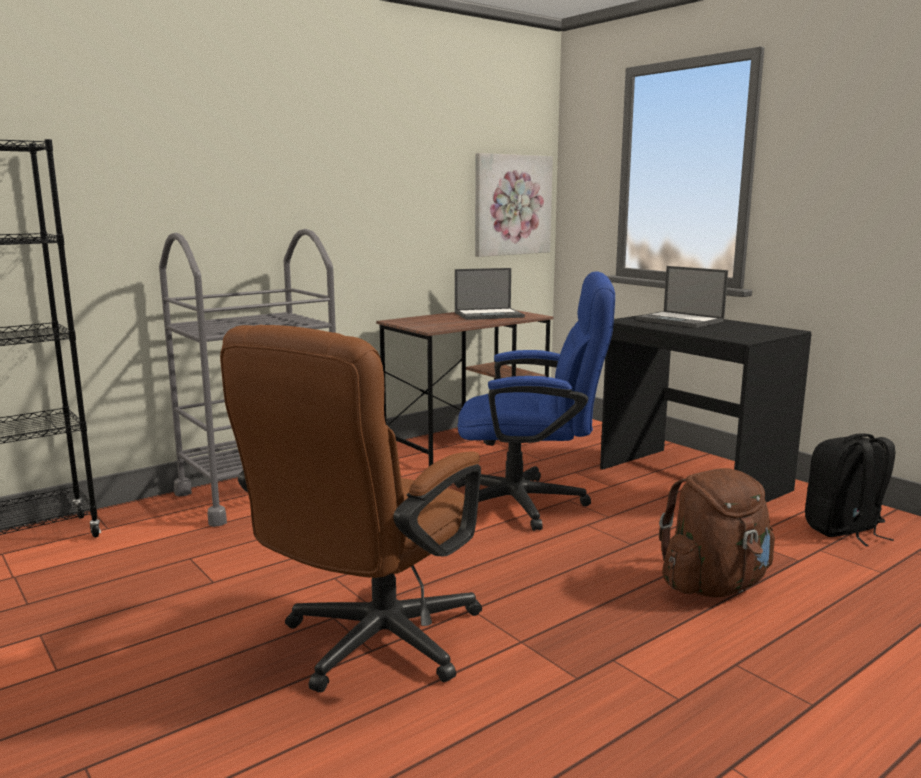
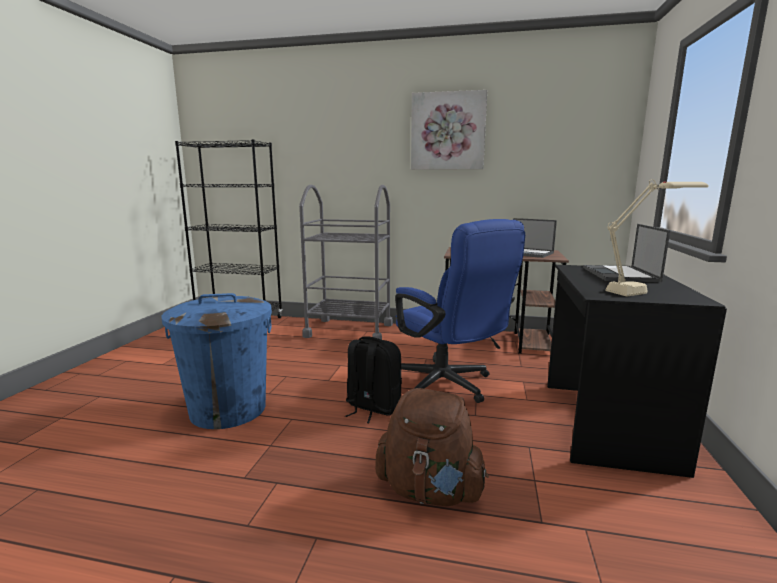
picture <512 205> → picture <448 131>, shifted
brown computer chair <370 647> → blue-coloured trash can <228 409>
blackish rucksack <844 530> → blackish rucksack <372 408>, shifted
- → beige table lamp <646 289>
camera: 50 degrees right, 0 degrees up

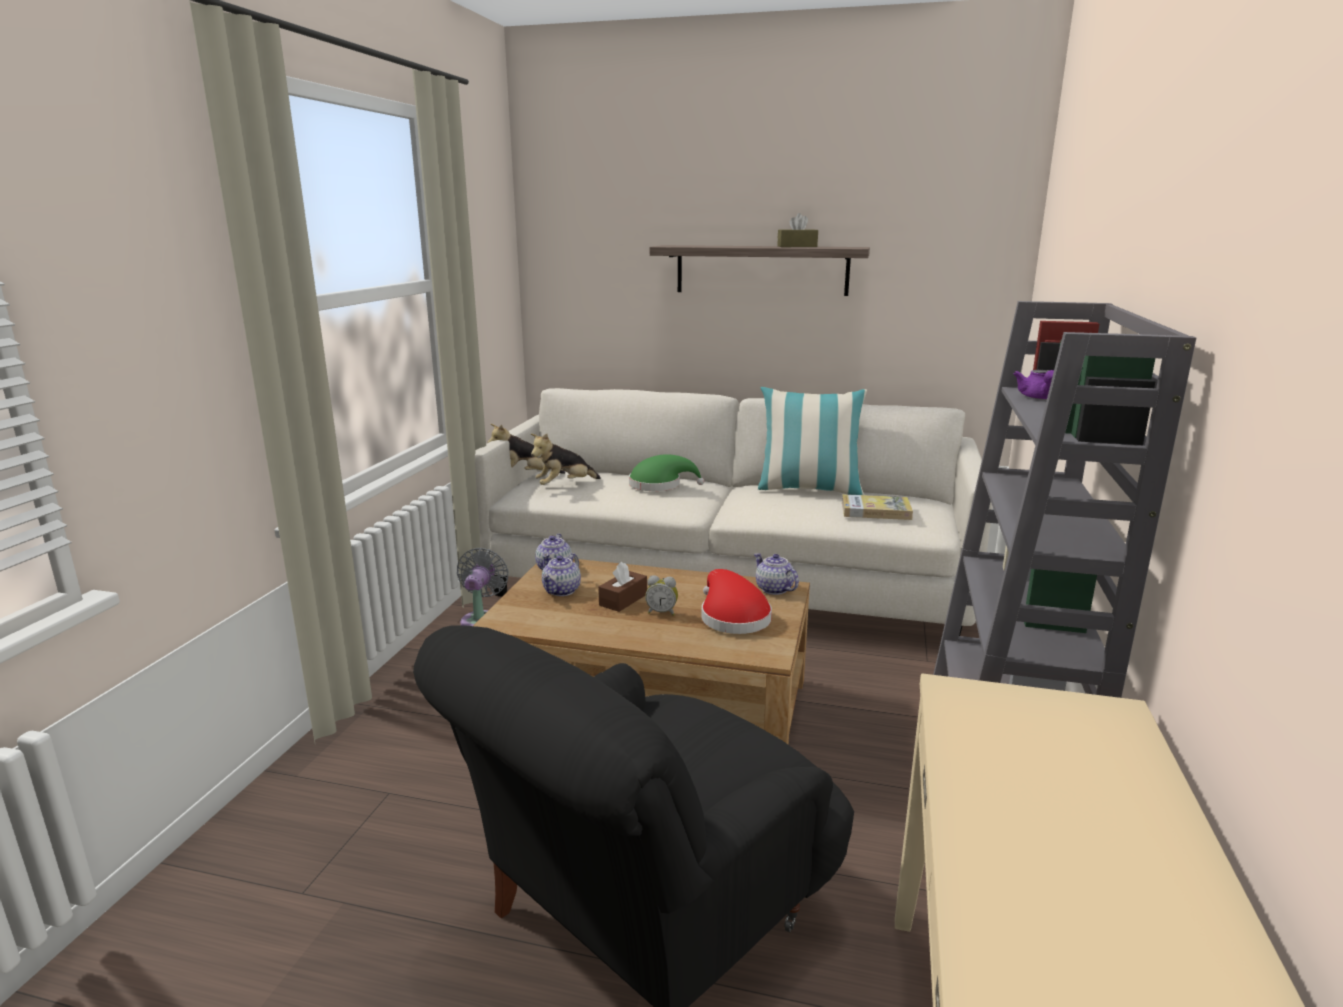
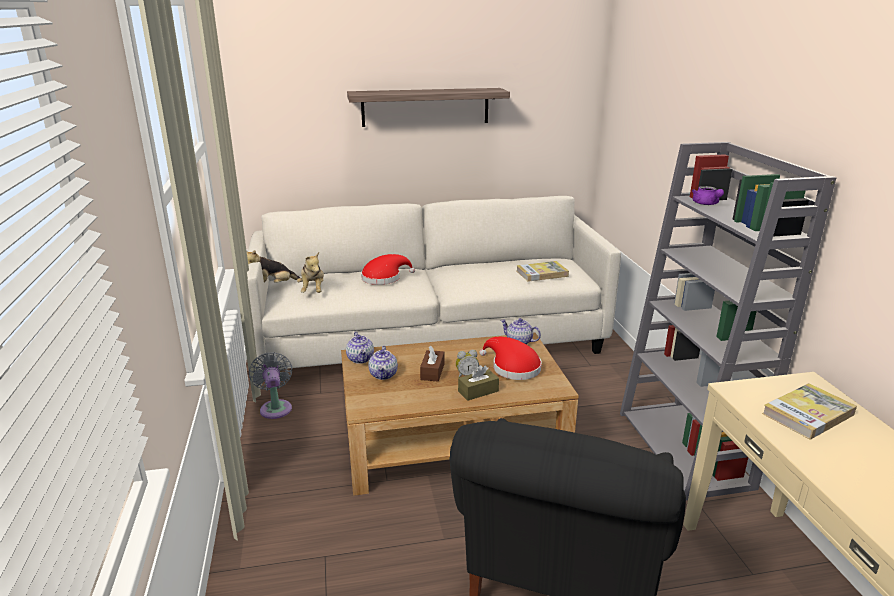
brown tissue holder <797 246> → brown tissue holder <478 391>, shifted
cushion <809 489> → -
soft toy <564 485> → soft toy <313 290>, 45 degrees counterclockwise
greenish hat <659 485> → reddish hat <384 278>
- → book <808 414>
camera: 25 degrees left, 5 degrees up

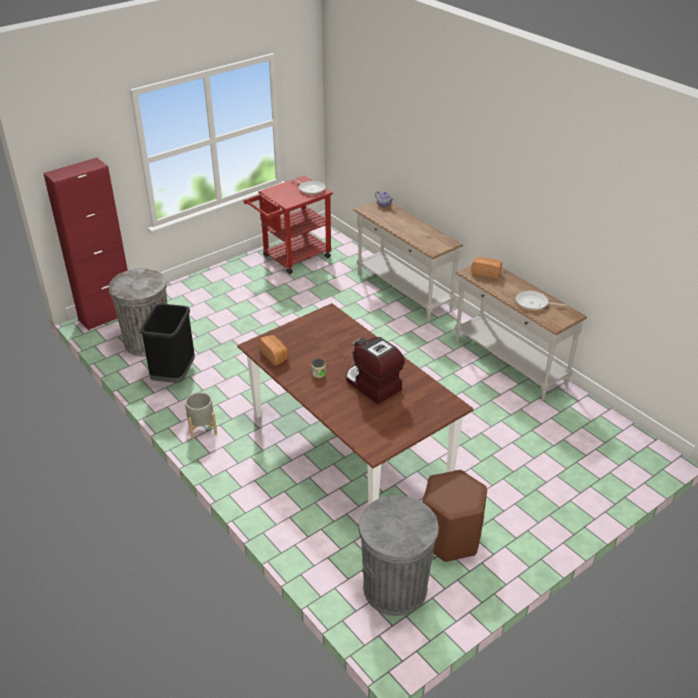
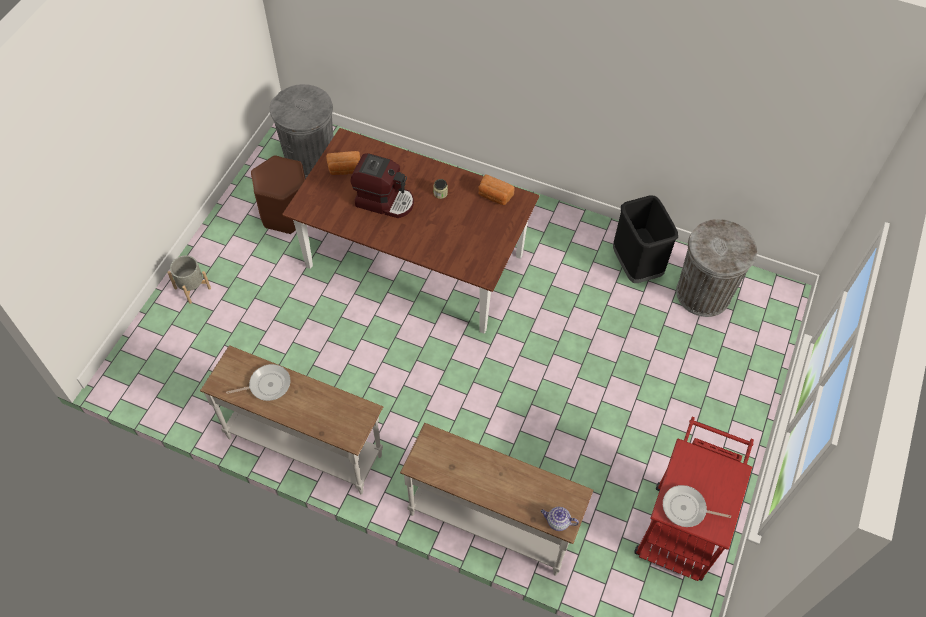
reddish cabinet <107 315> → -
bakery bread <486 273> → bakery bread <344 169>, shifted
greyish plant pot <202 428> → greyish plant pot <192 288>, shifted
camera: 150 degrees right, 20 degrees up

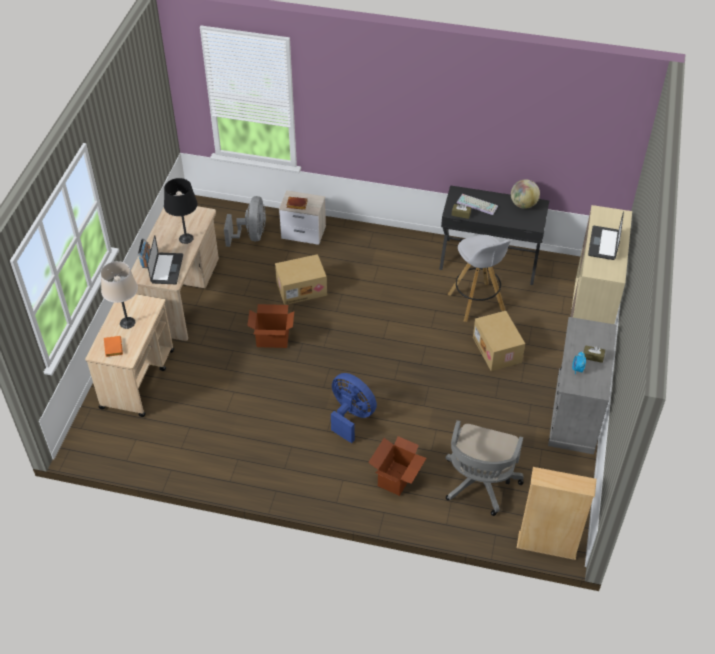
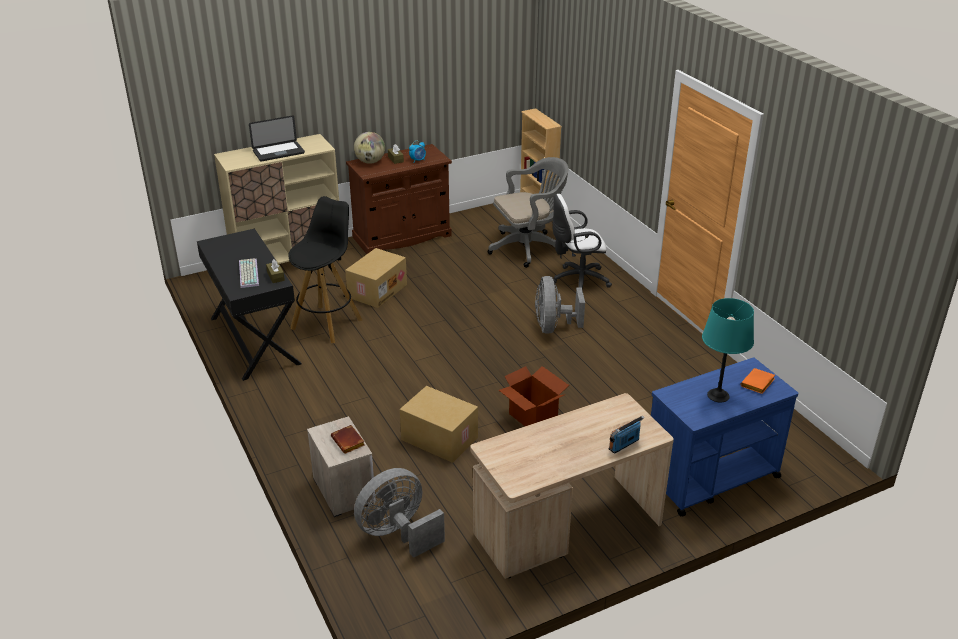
blackish table lamp <186 238> → -
desk globe <523 204> → desk globe <370 162>, shifted
notebook computer <167 269> → -
whitish stool <476 303> → blackish stool <327 323>
beige table lamp <127 323> → turquoise table lamp <718 395>
beige trolley <138 378> → blue-coloured trolley <710 477>
greyish cabinet <575 412> → brown cabinet <402 236>
blue-coloured fan <351 416> → greyish fan <553 327>
packing box <396 478> → whitish computer chair <577 280>
camera: 130 degrees left, 15 degrees down

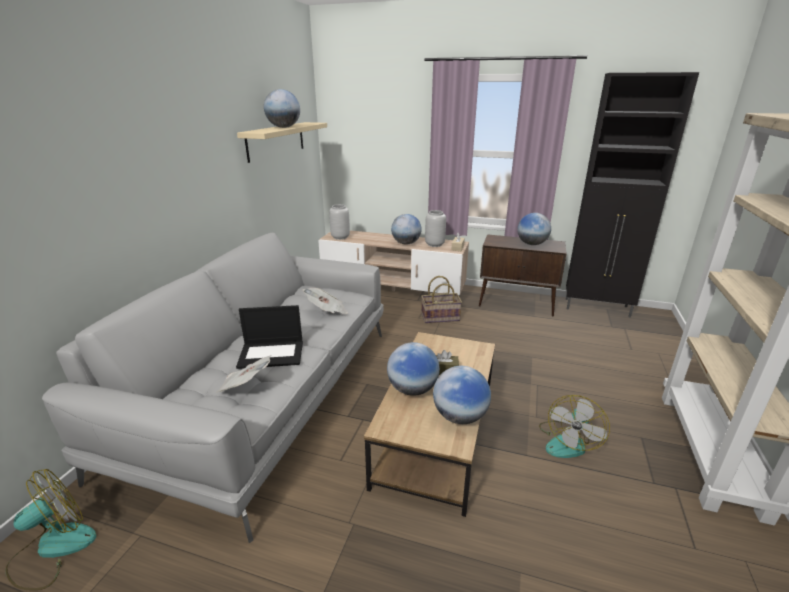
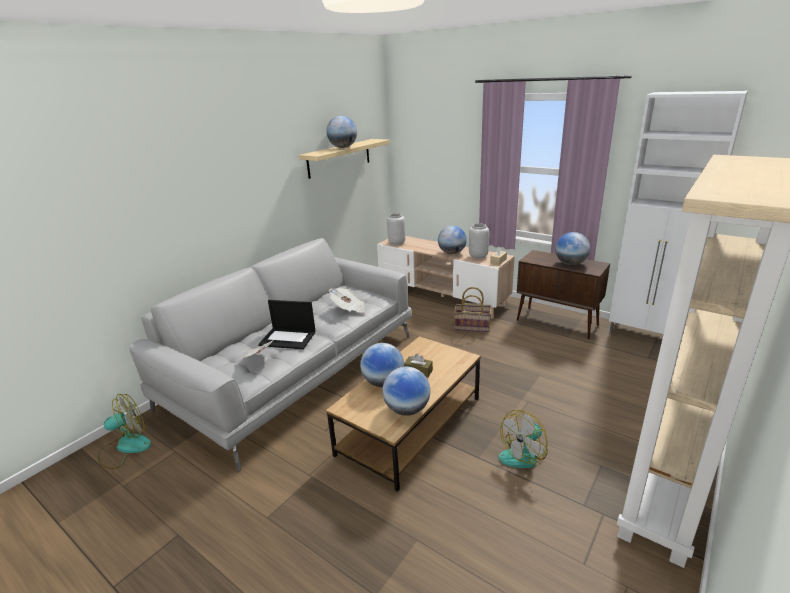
blackish cabinet <598 308> → whitish cabinet <646 336>
camera: 20 degrees right, 0 degrees up

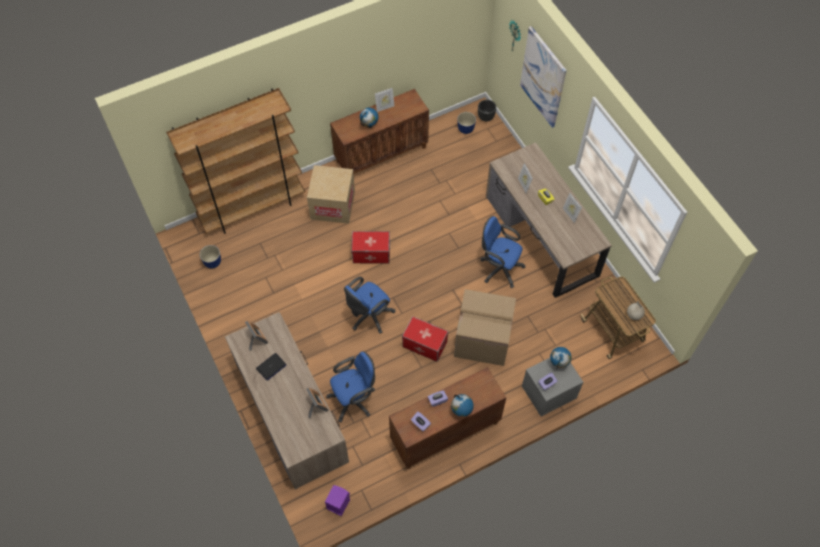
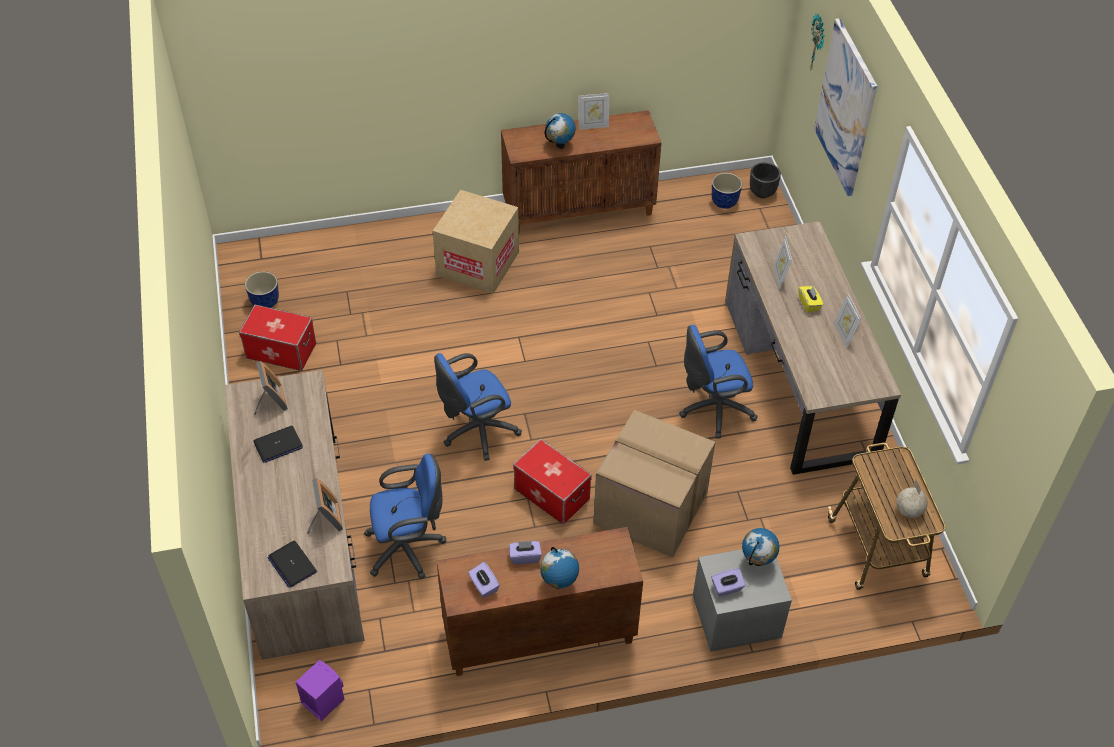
brown bookshelf <252 208> → -
blue-coloured computer chair <499 268> → blue-coloured computer chair <713 409>, 60 degrees counterclockwise
storage bin <371 253> → storage bin <281 350>, shifted
- → notebook computer <292 564>
camera: 15 degrees right, 10 degrees down

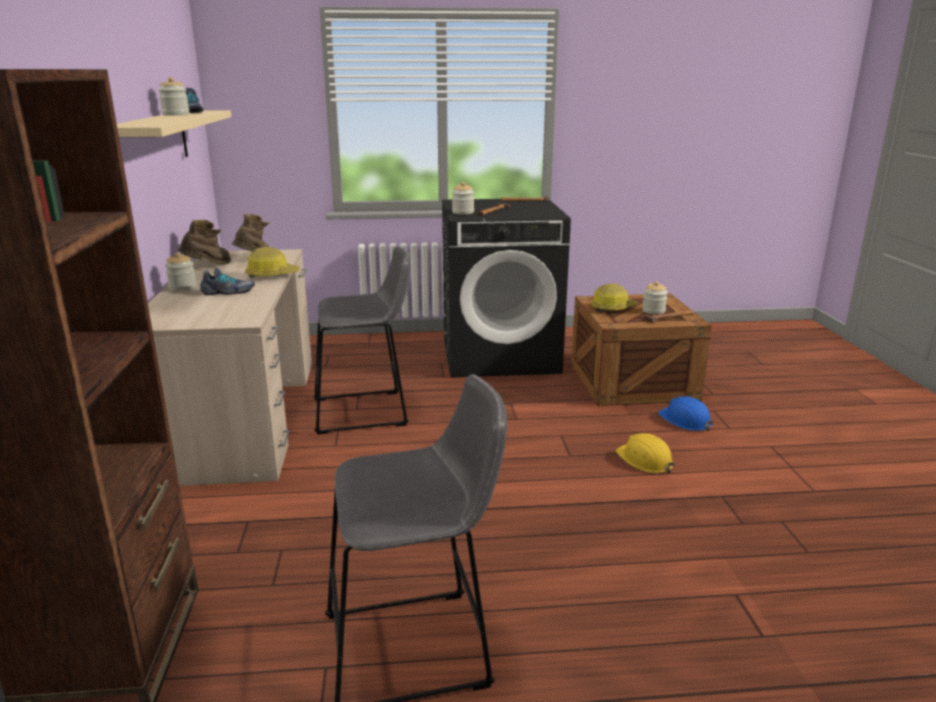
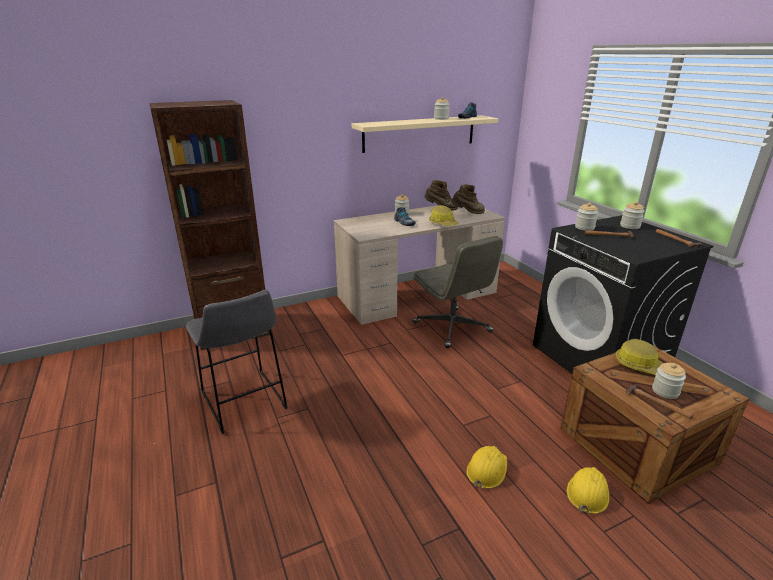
greyish stool <366 412> → greyish computer chair <452 328>
blue-coloured work helmet <685 420> → yellow-coloured work helmet <587 492>
- → jar <630 226>
camera: 70 degrees right, 5 degrees up

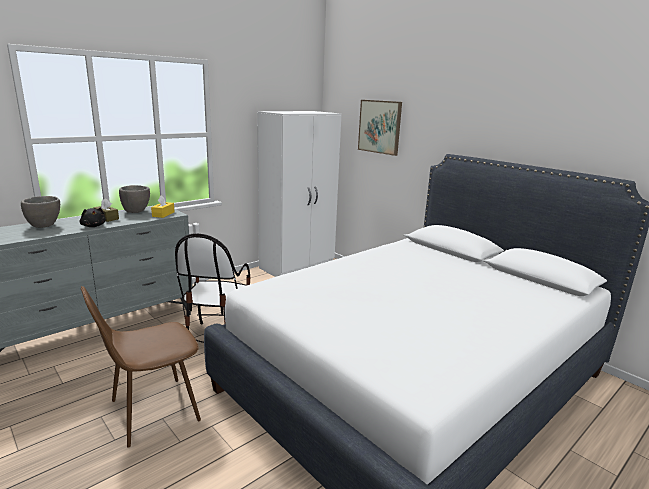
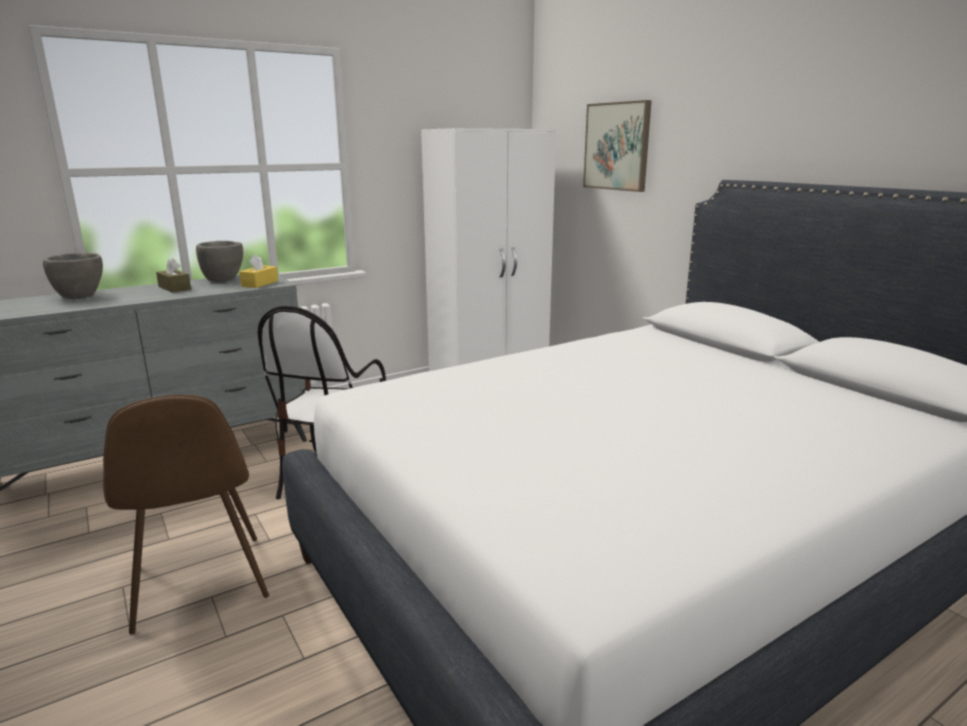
blackish soft toy <93 226> → -
brown upright chair <152 411> → brown upright chair <199 584>, 90 degrees counterclockwise
camera: 10 degrees right, 0 degrees up

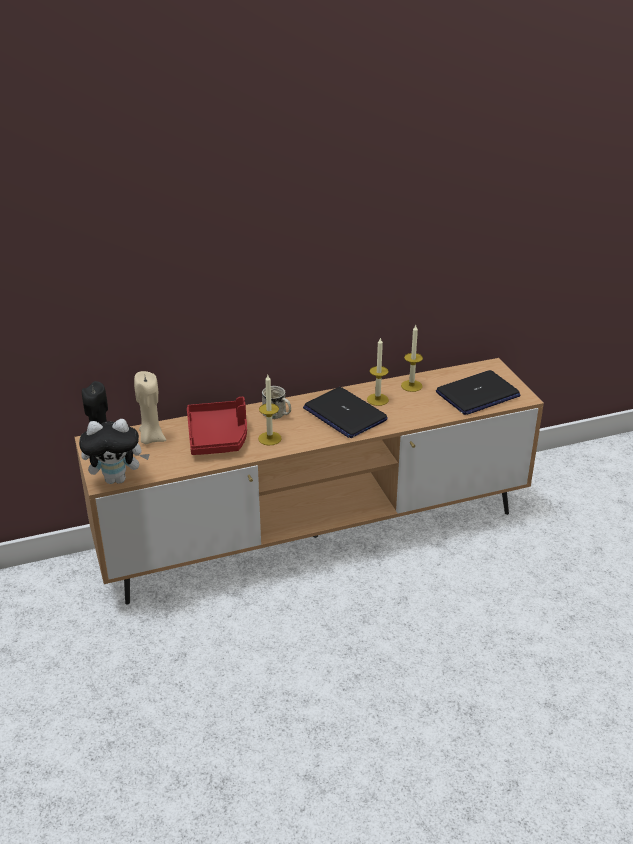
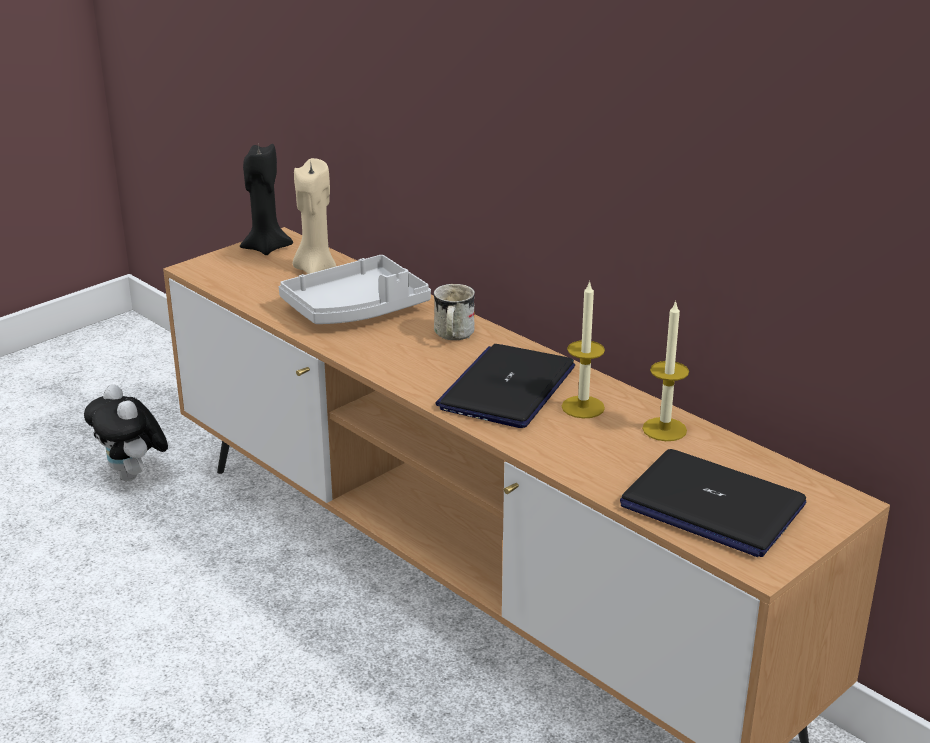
wax light <269 438> → -
reddish serving tray <218 436> → greyish serving tray <356 309>
soft toy <117 479> → soft toy <133 476>, shifted
camera: 65 degrees right, 5 degrees down

